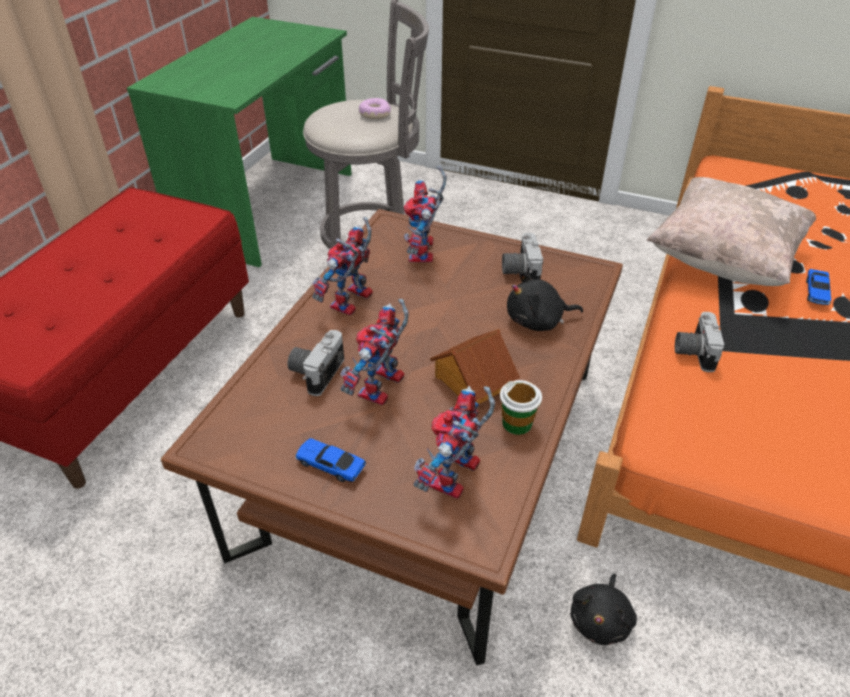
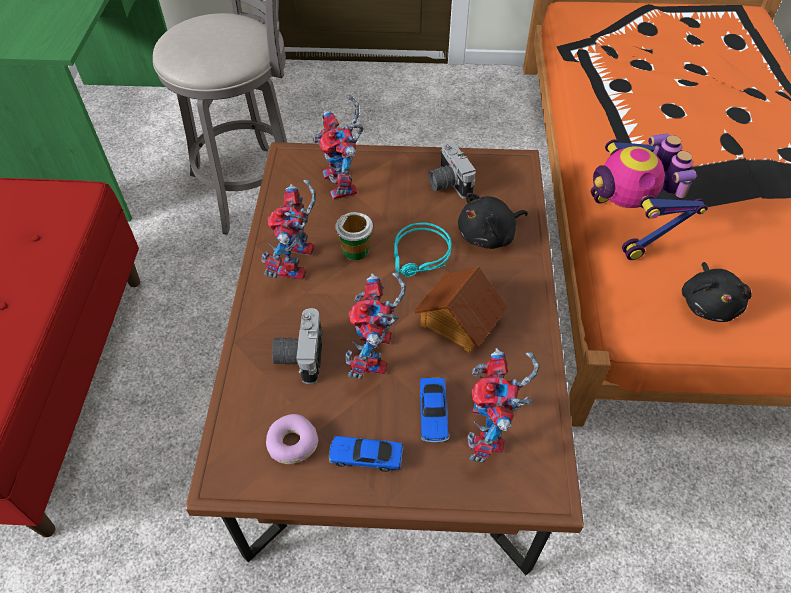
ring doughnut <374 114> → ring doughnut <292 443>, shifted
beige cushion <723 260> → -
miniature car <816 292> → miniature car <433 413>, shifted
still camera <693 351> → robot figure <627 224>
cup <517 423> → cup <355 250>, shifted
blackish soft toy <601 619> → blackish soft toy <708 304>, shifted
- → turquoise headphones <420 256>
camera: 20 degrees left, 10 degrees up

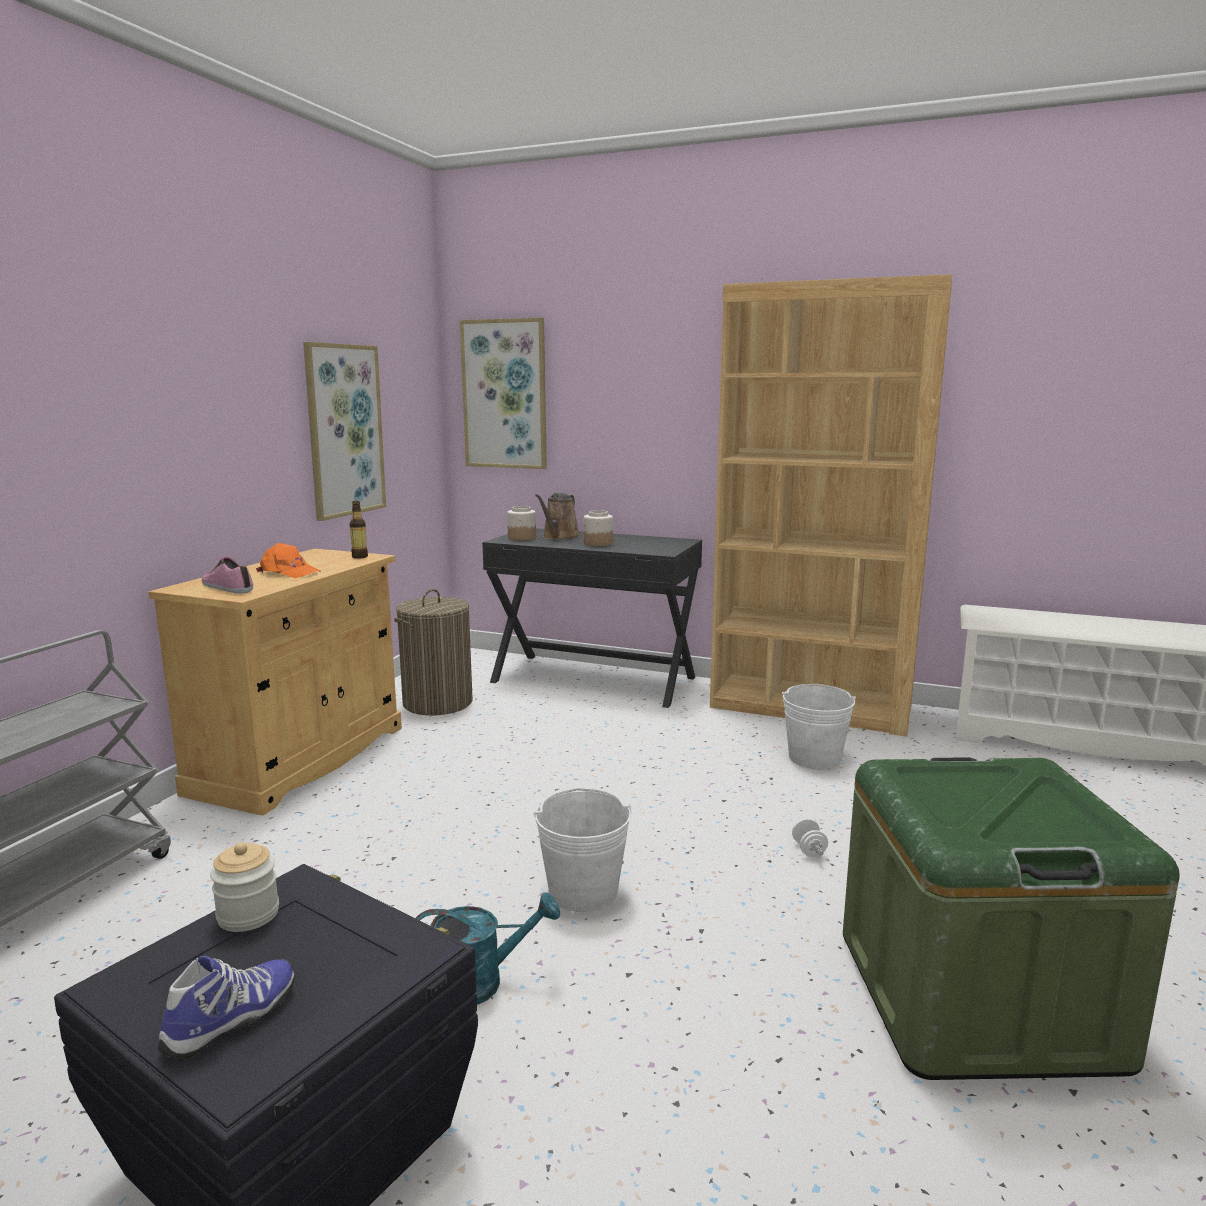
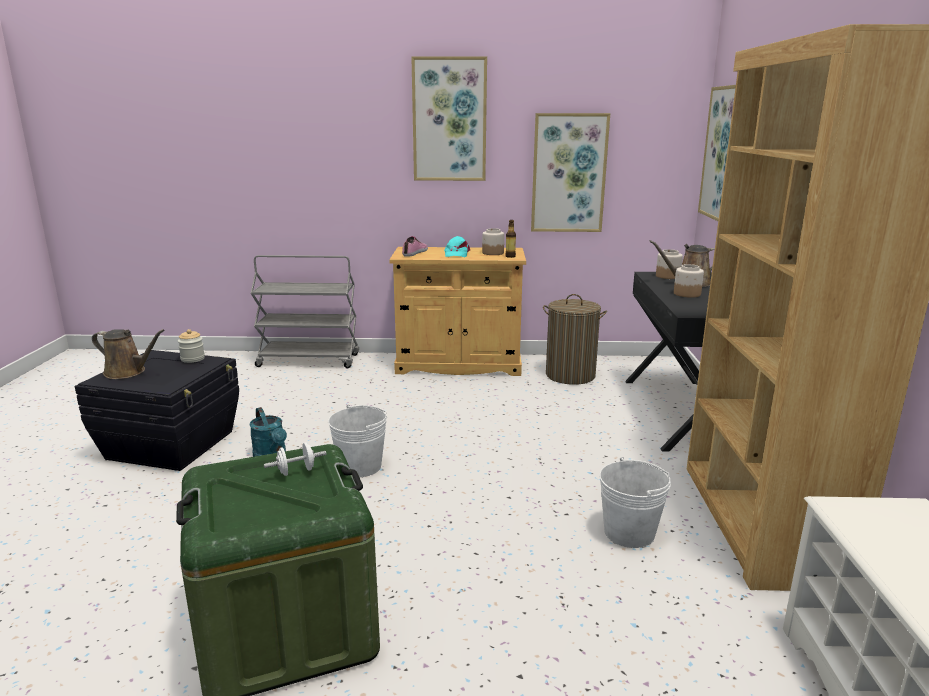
orangey cap <289 572> → turquoise cap <456 254>
whitish dumbbell <809 850> → whitish dumbbell <296 471>, shifted
low shoe <233 1021> → brown watering can <128 372>
- → picture <449 120>
- → jar <492 253>
camera: 70 degrees right, 5 degrees up

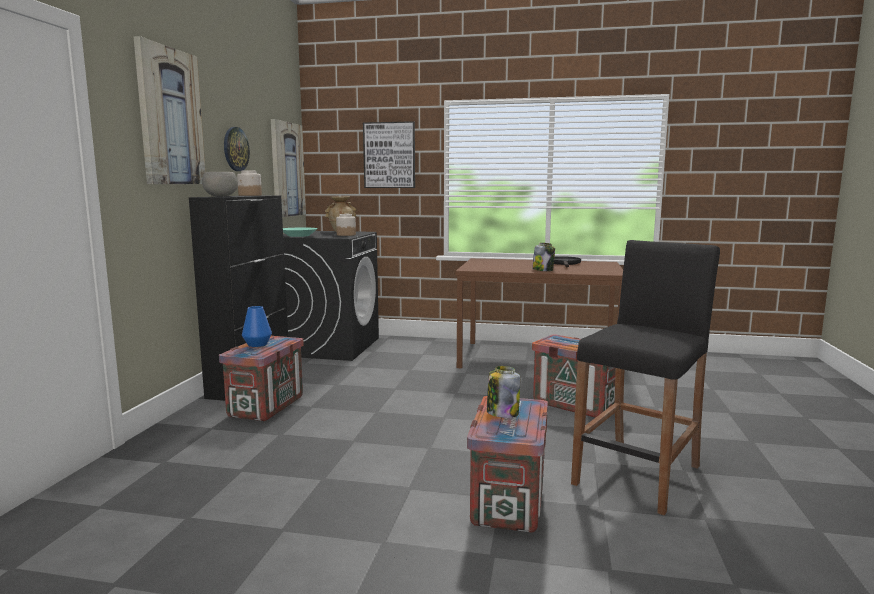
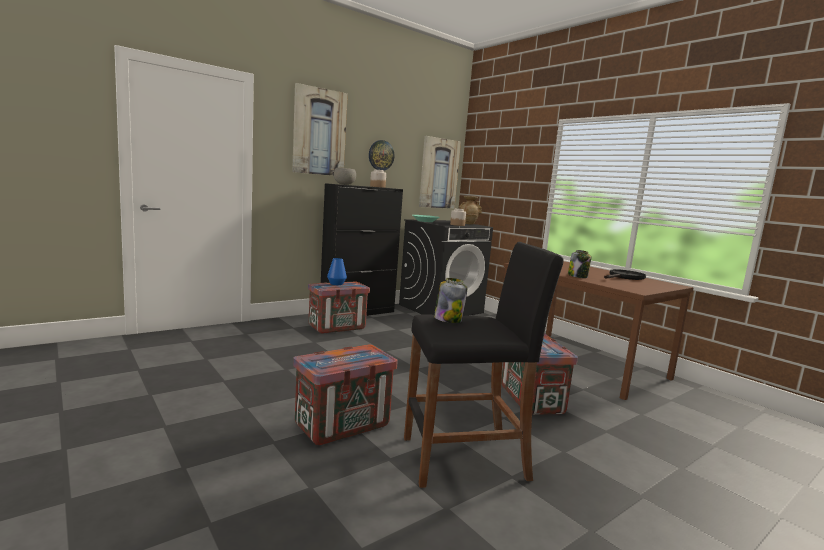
picture <389 155> → -
jar <502 413> → jar <448 319>, shifted
camera: 40 degrees right, 0 degrees up

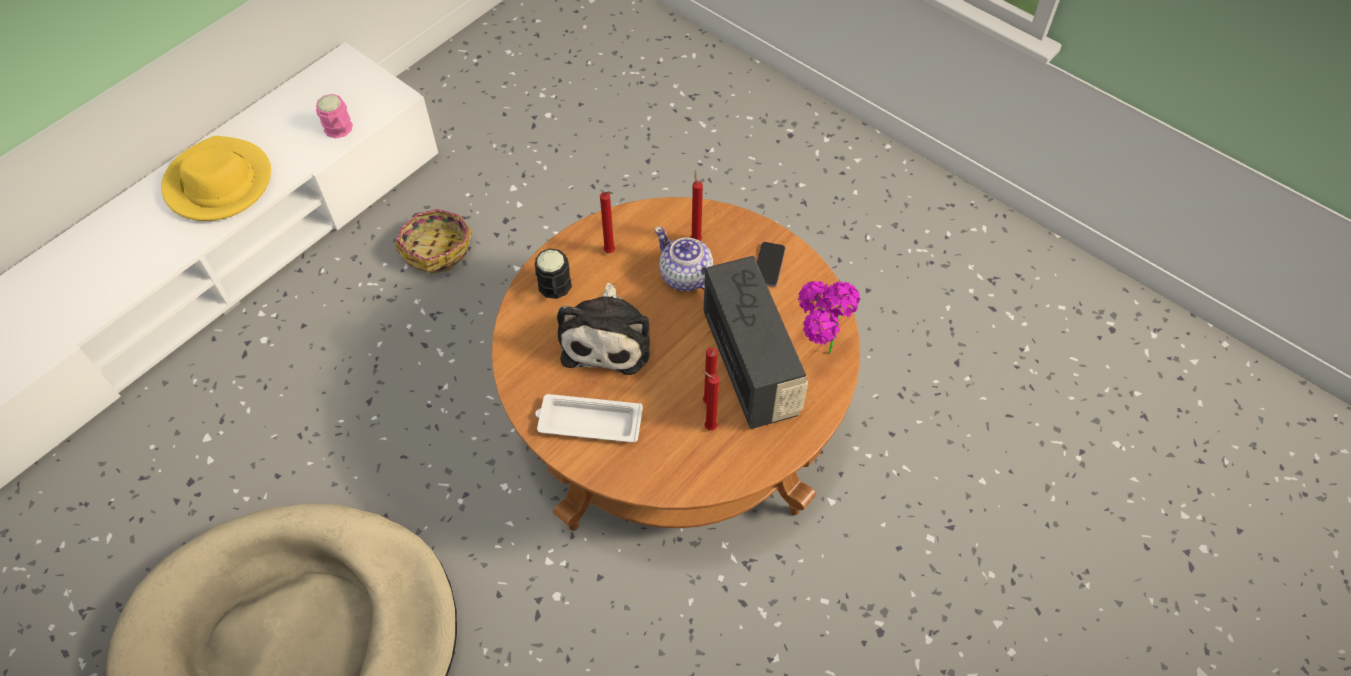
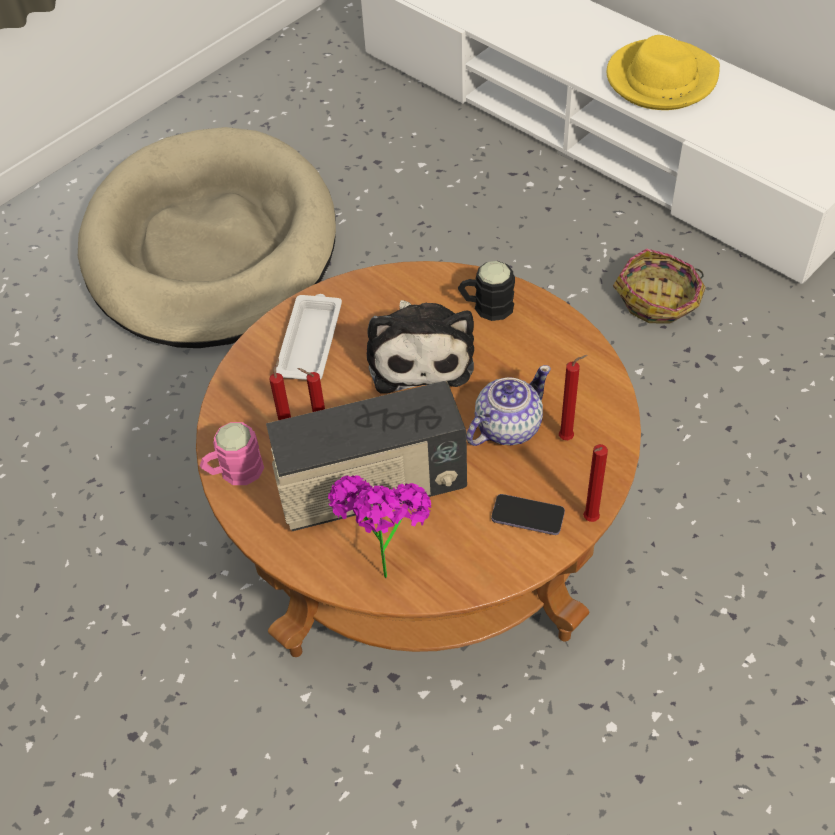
pinkish mug <341 131> → pinkish mug <234 472>, shifted
reddish wax light <611 252> → reddish wax light <589 520>, shifted
soft toy <608 337> → soft toy <419 354>, 105 degrees counterclockwise
camera: 95 degrees right, 5 degrees down

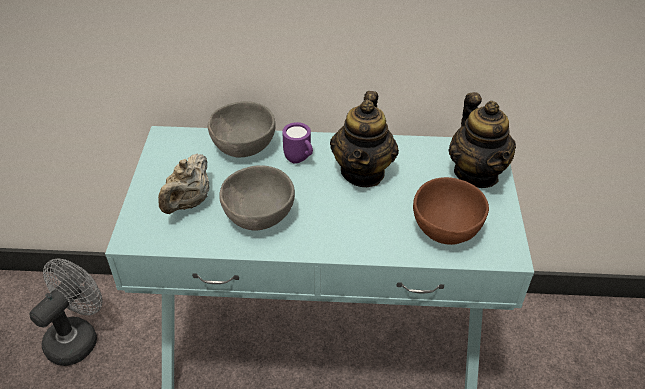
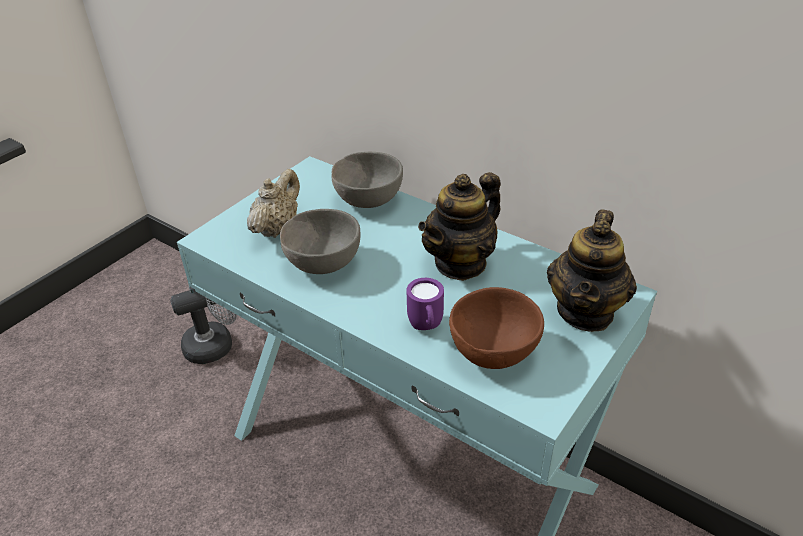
purple-coloured mug <300 160> → purple-coloured mug <426 327>, shifted
beige pot for tea <188 202> → beige pot for tea <277 228>, 150 degrees clockwise
camera: 35 degrees right, 5 degrees down

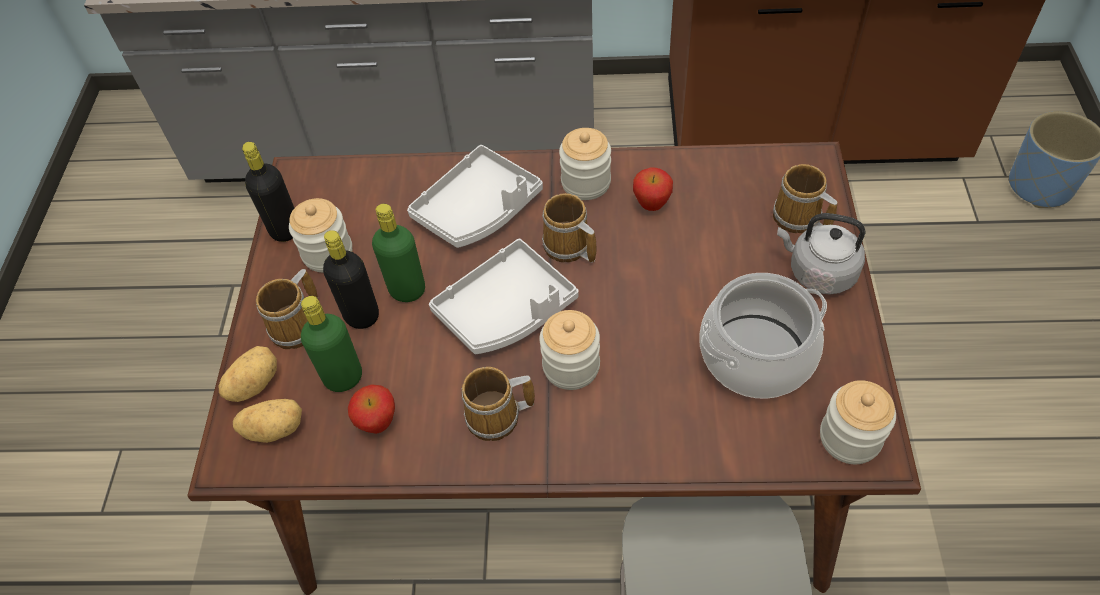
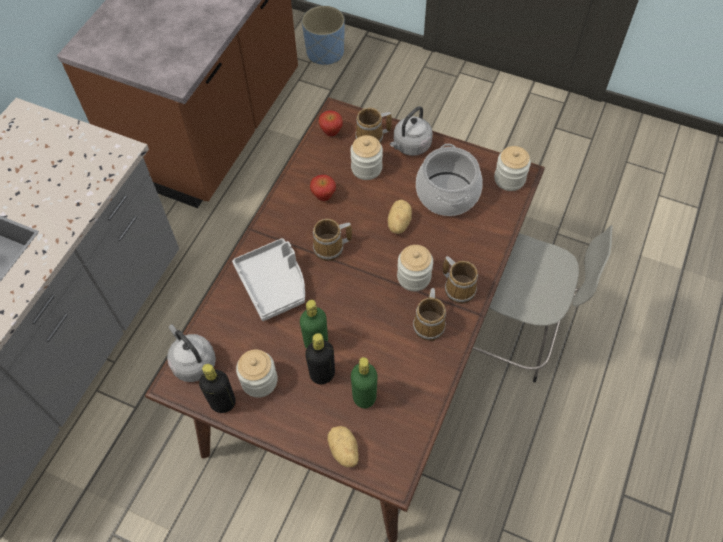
jar <586 182> → jar <366 168>, shifted
greyish serving tray <506 310> → -
mug <298 326> → mug <459 288>, shifted
apple <378 424> → apple <331 133>, shifted
potato <275 428> → potato <398 223>, shifted
- → greyish water kettle <192 362>
camera: 70 degrees left, 5 degrees up

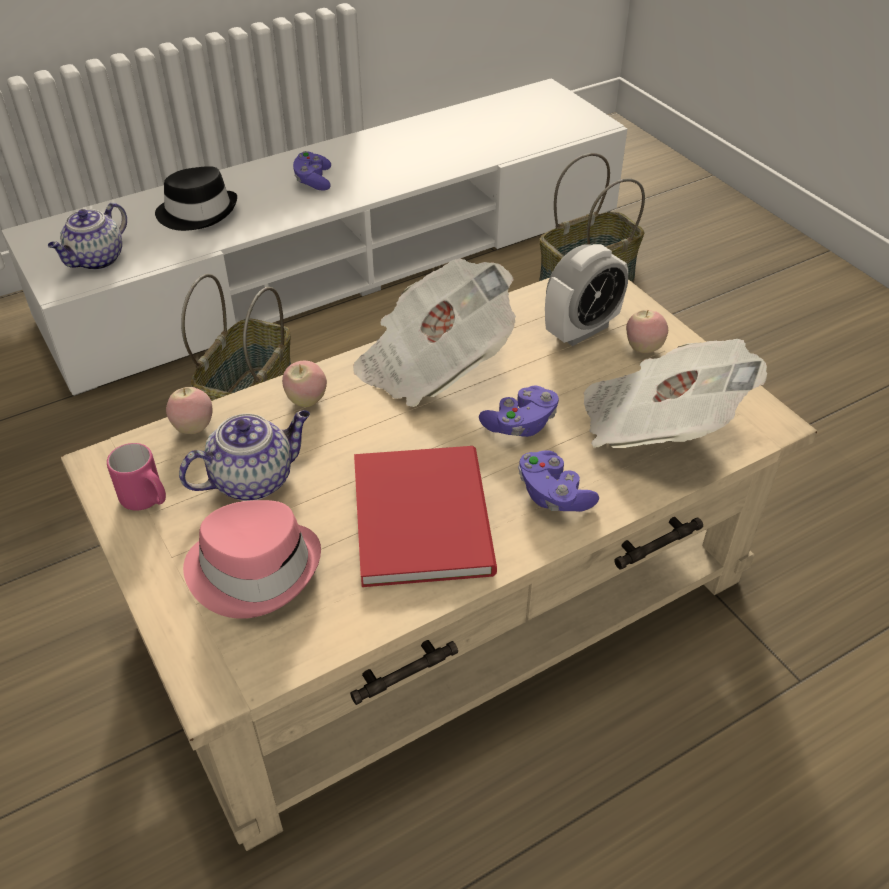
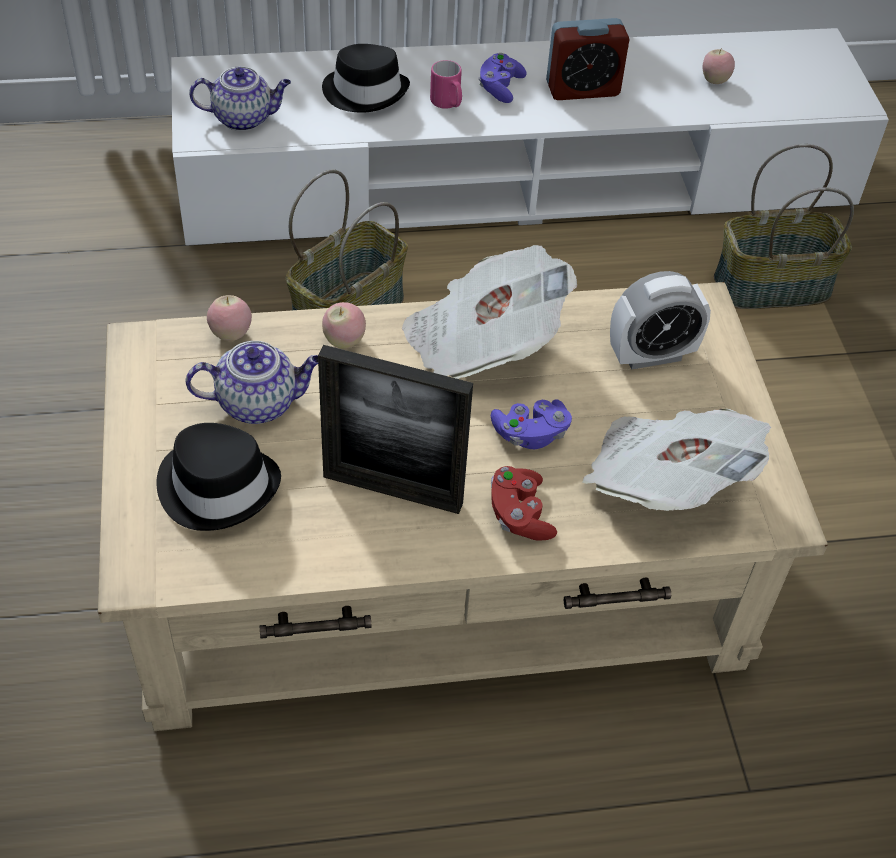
pot for tea <96 260> → pot for tea <244 118>, 150 degrees counterclockwise
apple <643 348> → apple <714 81>, shifted
pinkish mug <147 500> → pinkish mug <448 104>, shifted
reddish book <426 513> → standing frame <392 490>
purple-coloured game controller <553 495> → reddish game controller <519 515>
pinkish hat <254 569> → blackish hat <218 486>
- → table clock <582 89>
camera: 20 degrees right, 5 degrees up

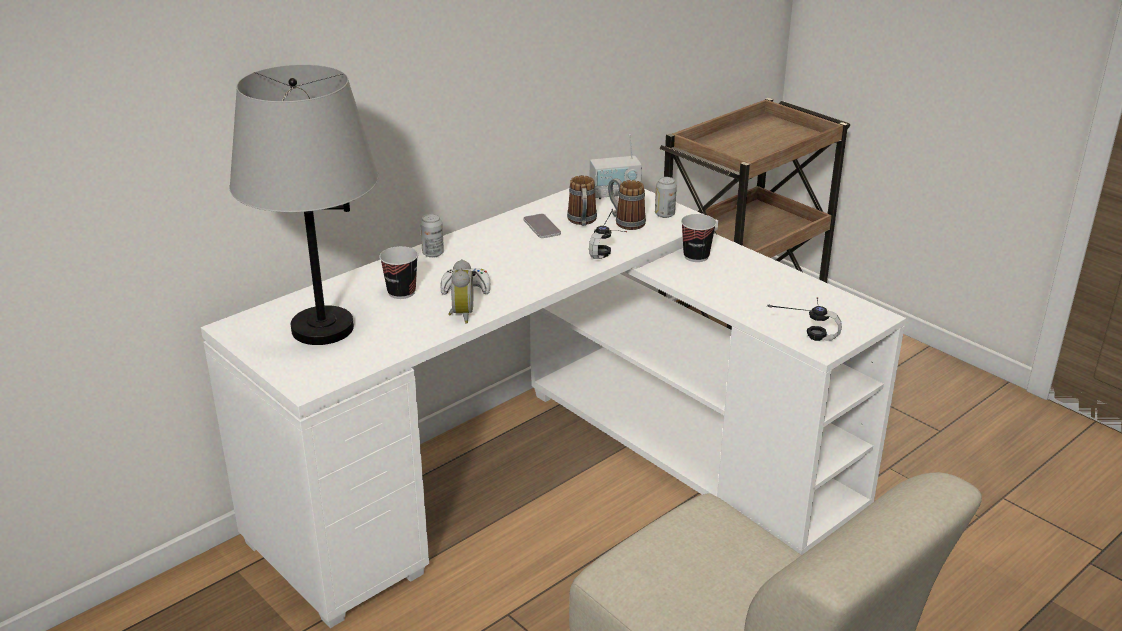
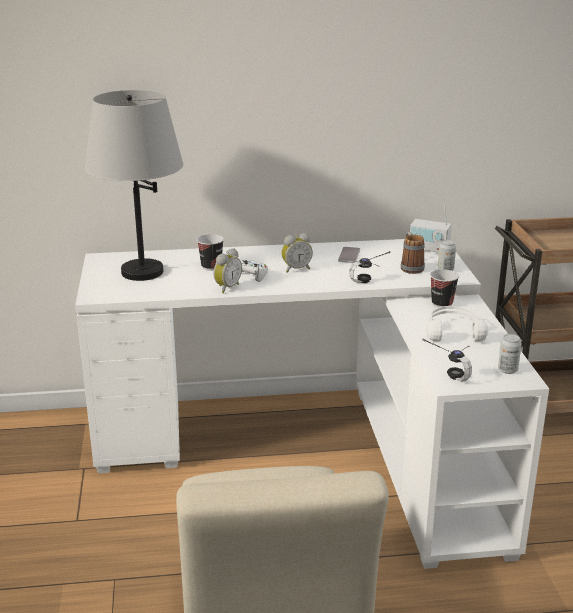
mug <582 222> → -
can <433 253> → can <507 370>, shifted
- → table clock <296 269>
- → whitish headphones <453 332>
camera: 35 degrees right, 5 degrees down

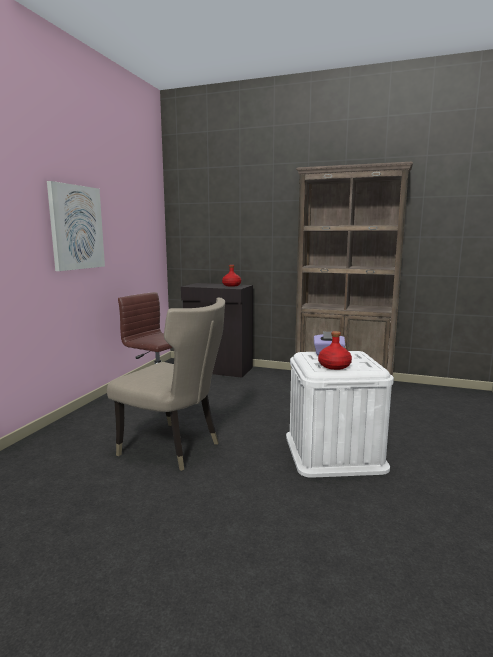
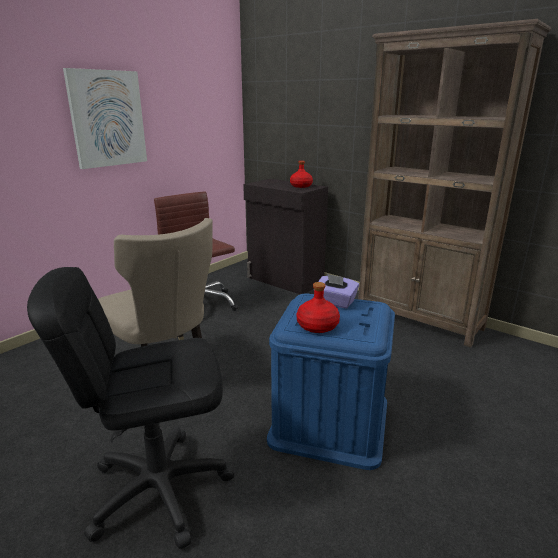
whitish storage bin <334 452> → blue-coloured storage bin <330 421>
- → blackish computer chair <159 488>
camera: 20 degrees right, 10 degrees up

